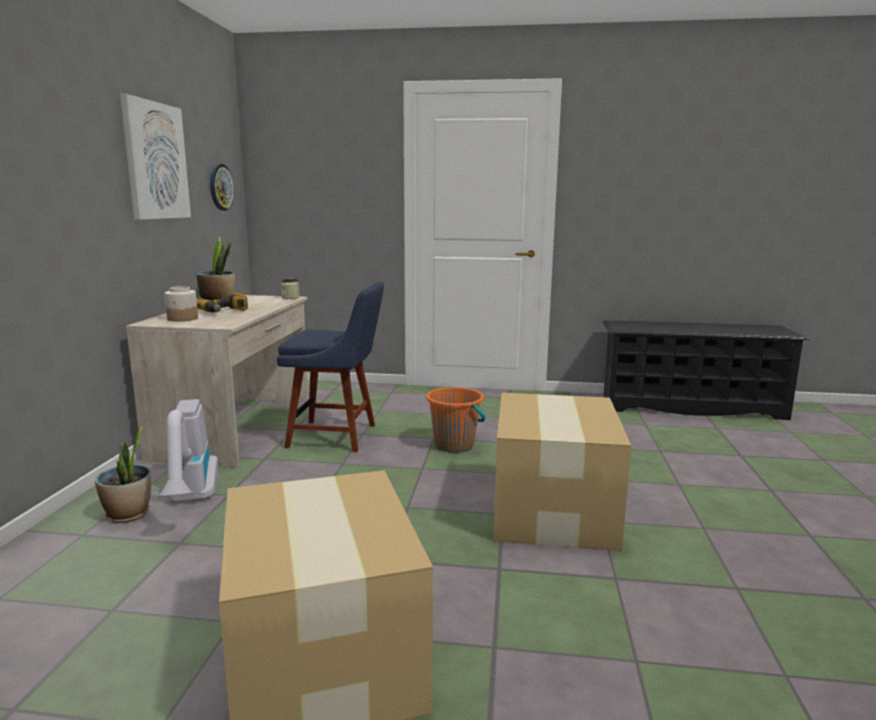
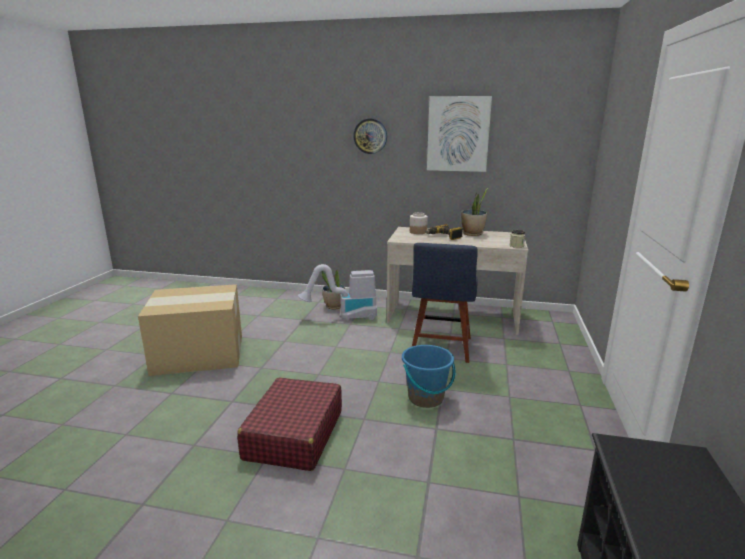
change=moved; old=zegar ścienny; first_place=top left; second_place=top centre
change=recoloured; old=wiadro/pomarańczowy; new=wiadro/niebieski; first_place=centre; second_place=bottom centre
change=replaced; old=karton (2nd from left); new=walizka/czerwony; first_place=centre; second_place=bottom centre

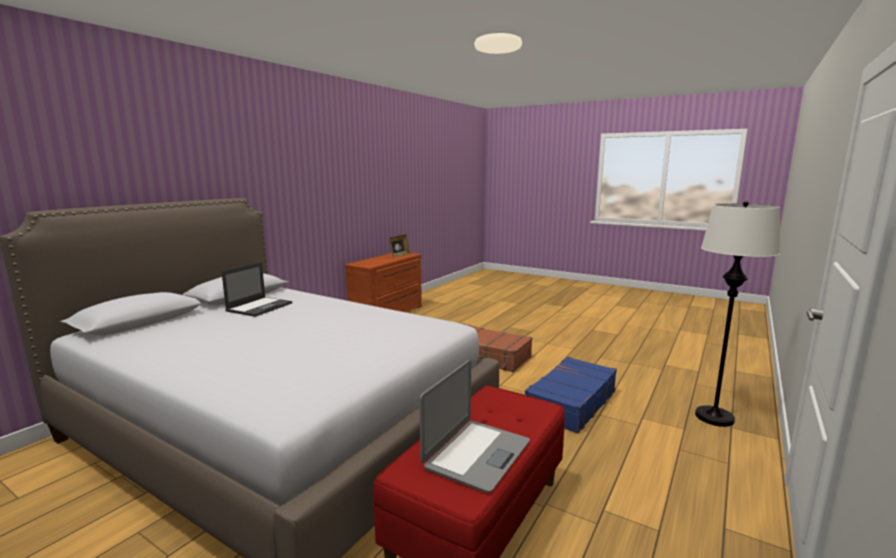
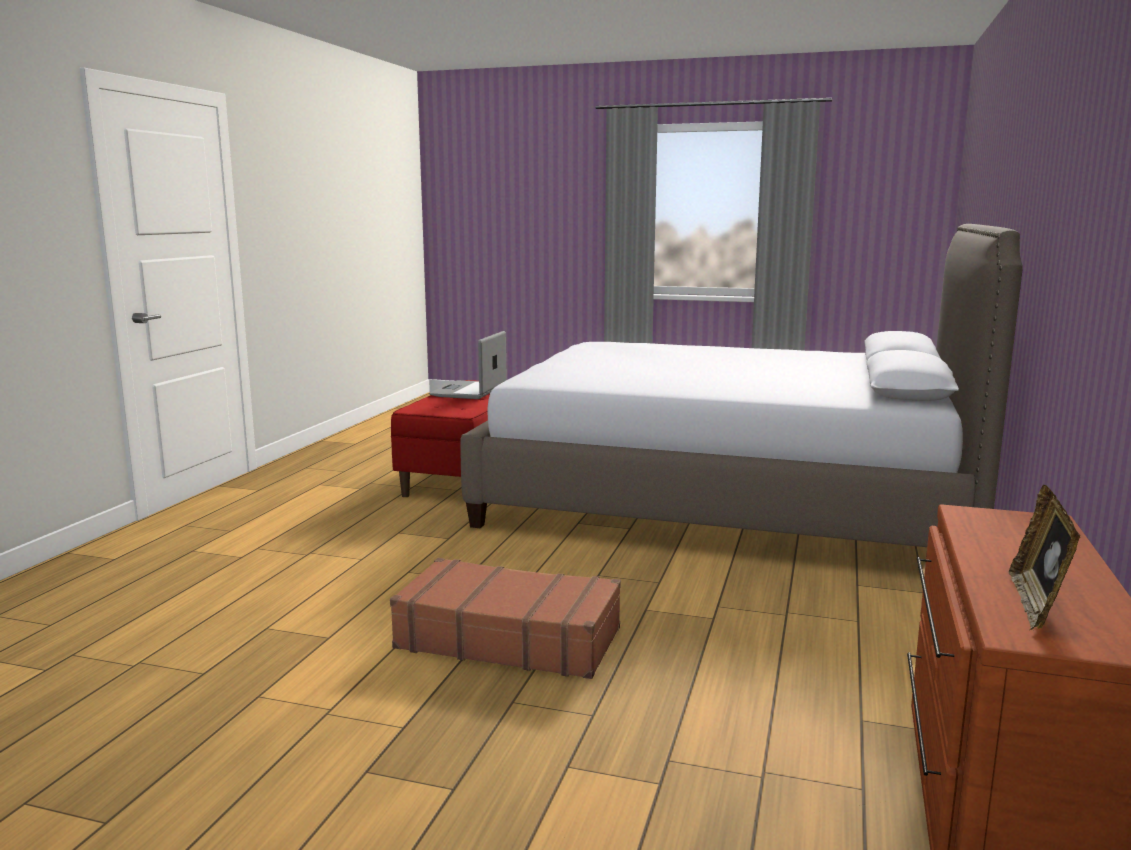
change=removed; old=lampa stojąca/biały; first_place=middle right
change=removed; old=laptop (1st from left); first_place=middle left
change=removed; old=walizka/niebieski; first_place=bottom centre

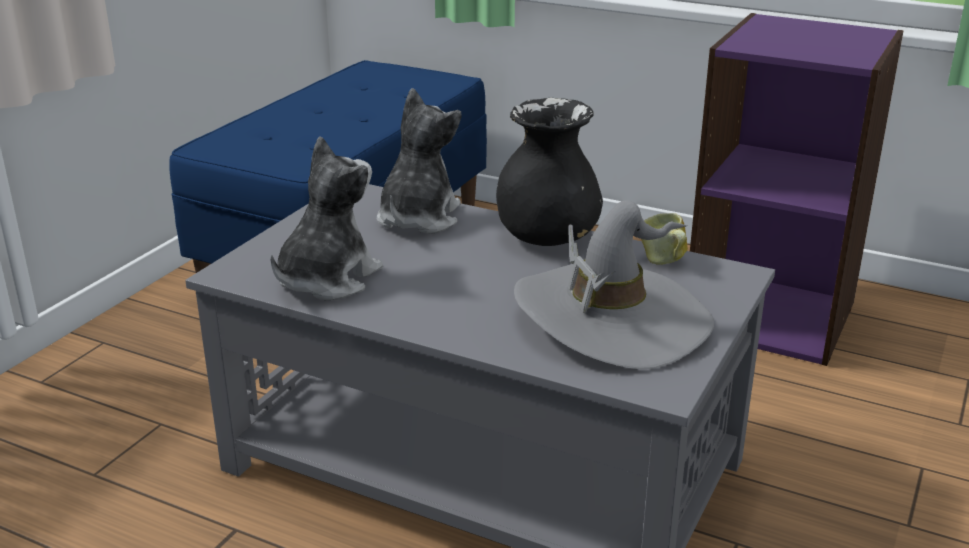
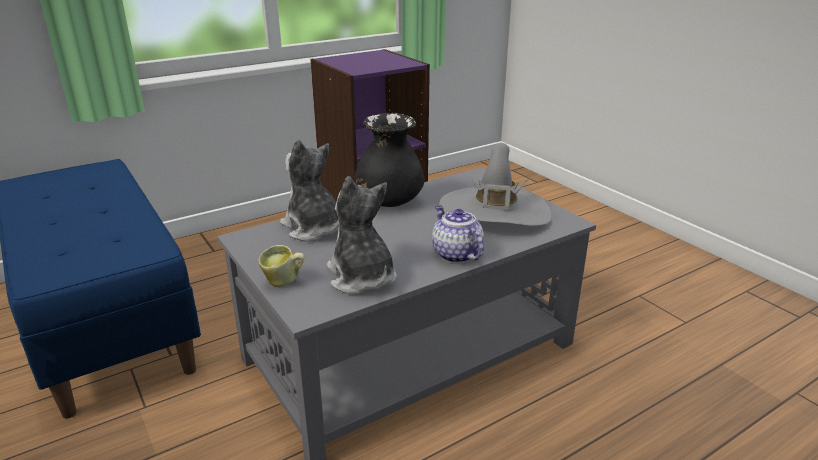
change=moved; old=kubek; first_place=middle right; second_place=centre
change=added; new=imbryk; second_place=centre

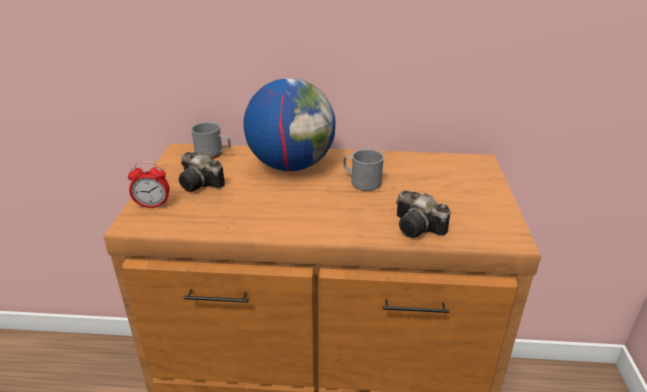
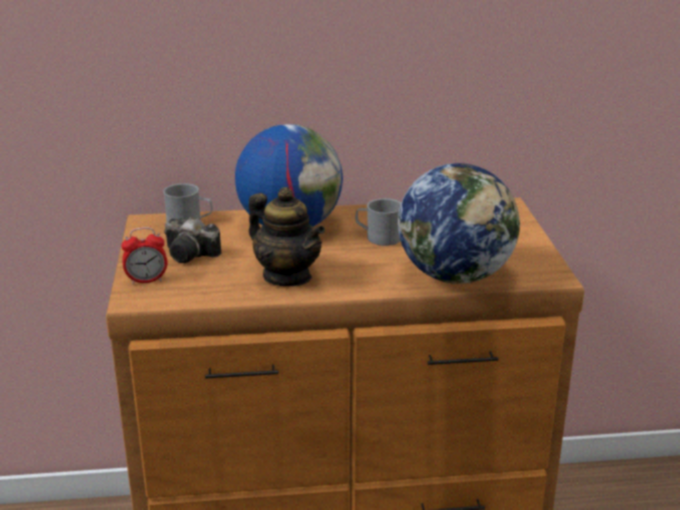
change=replaced; old=aparat fotograficzny (2nd from left); new=globus (2nd from left); first_place=centre; second_place=middle right
change=added; new=imbryk; second_place=centre

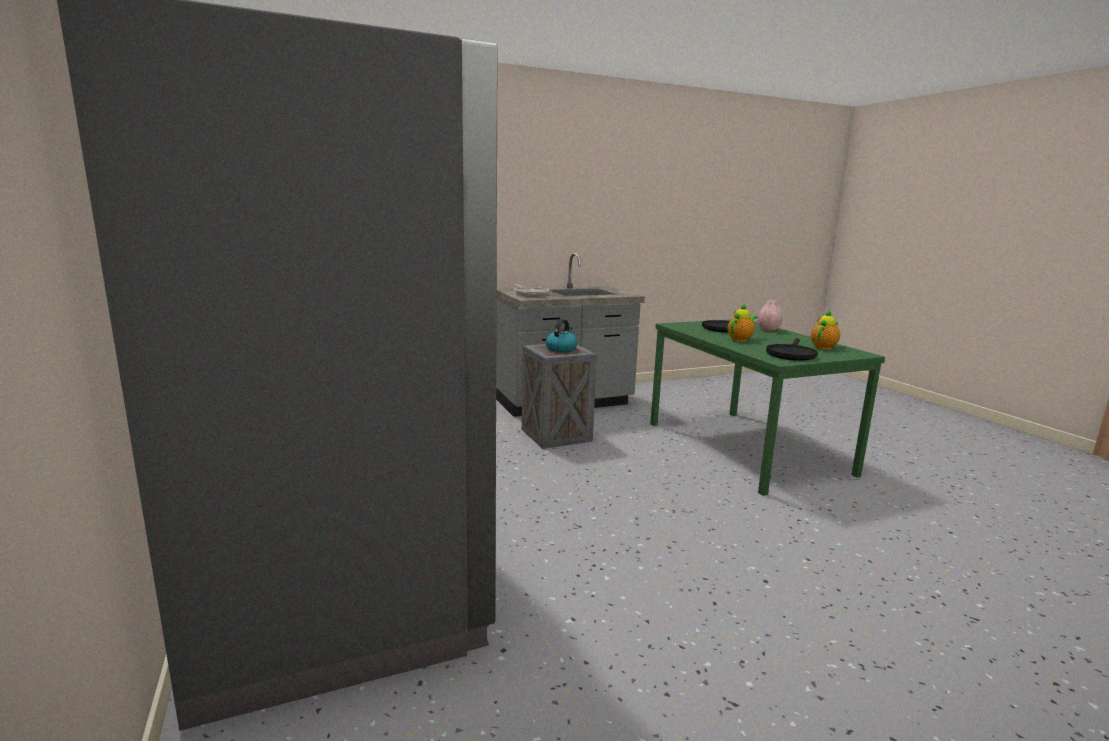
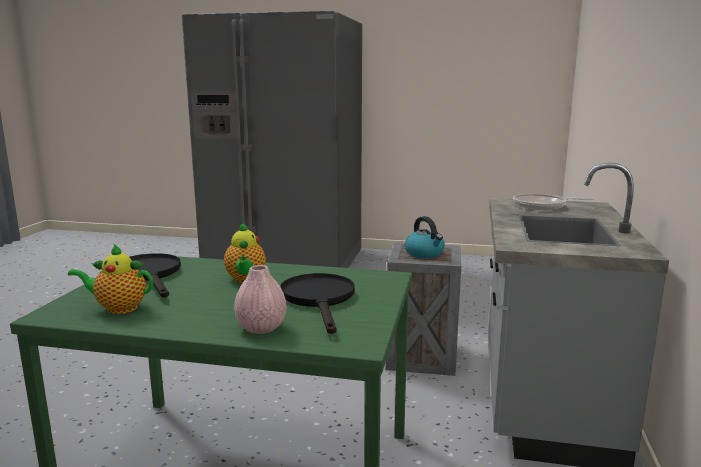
change=turned; old=imbryk (2nd from left in the first image); first_place=middle right; second_place=middle left; degrees=105

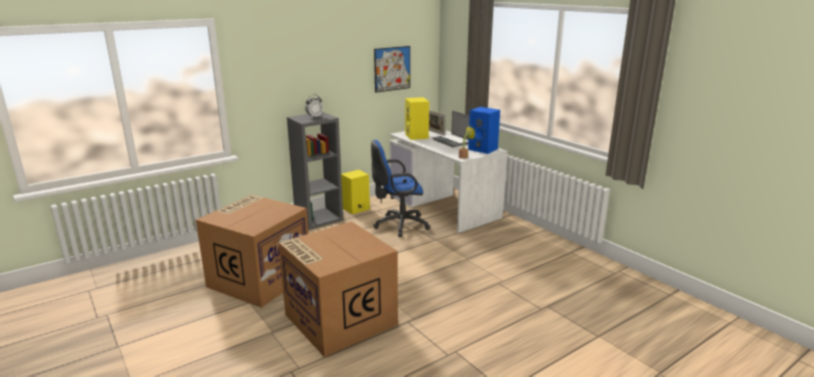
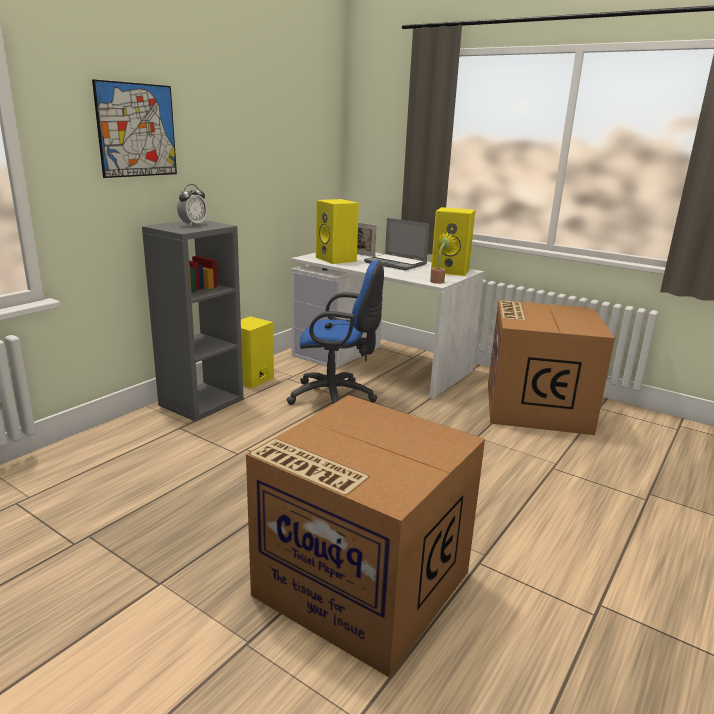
change=moved; old=obraz; first_place=top centre; second_place=top left
change=recoloured; old=głośnik/niebieski; new=głośnik/żółty (3rd from left); first_place=centre; second_place=centre
change=turned; old=krzesło biurowe/niebieski; first_place=centre; second_place=centre; degrees=-135
change=moved; old=karton (1st from left in the first image); new=karton (2nd from left); first_place=middle left; second_place=middle right

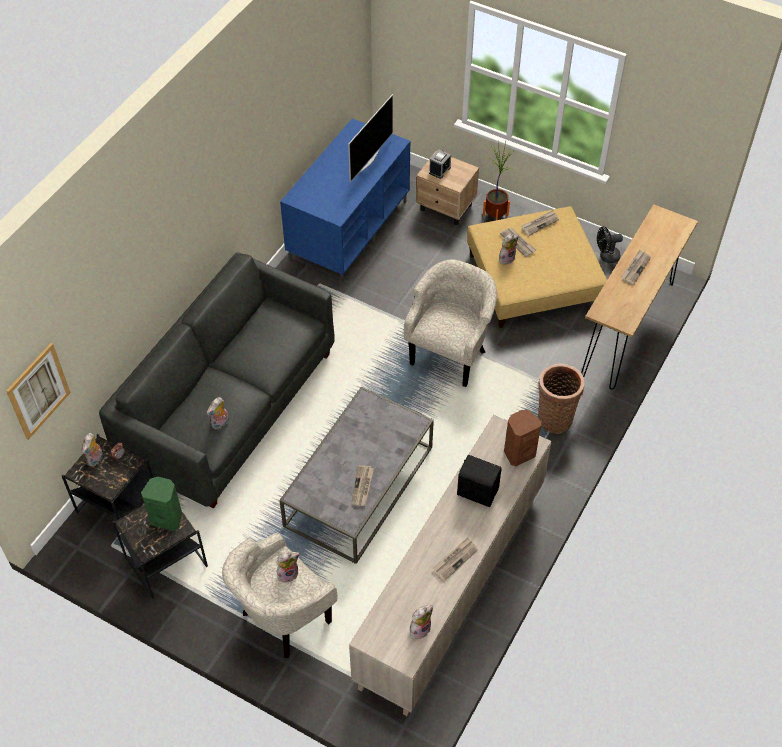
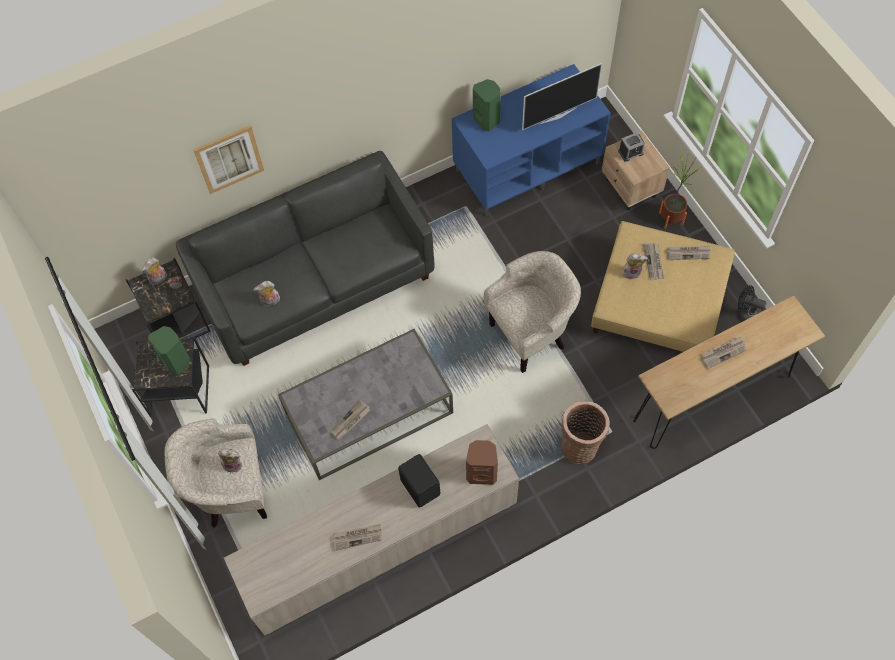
change=moved; old=obraz; first_place=middle left; second_place=top left
change=removed; old=pluszak (4th from left); first_place=bottom centre
change=added; new=głośnik/zielony (2nd from left); second_place=top centre

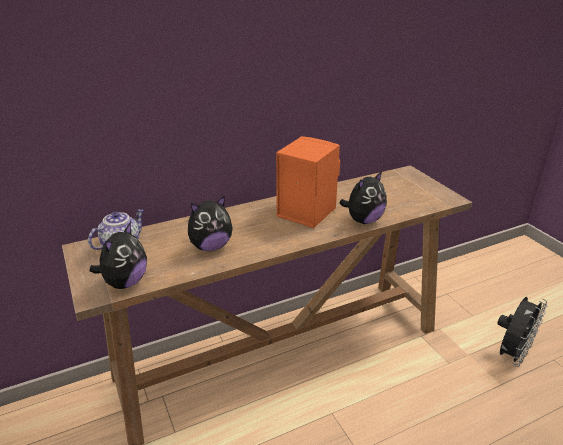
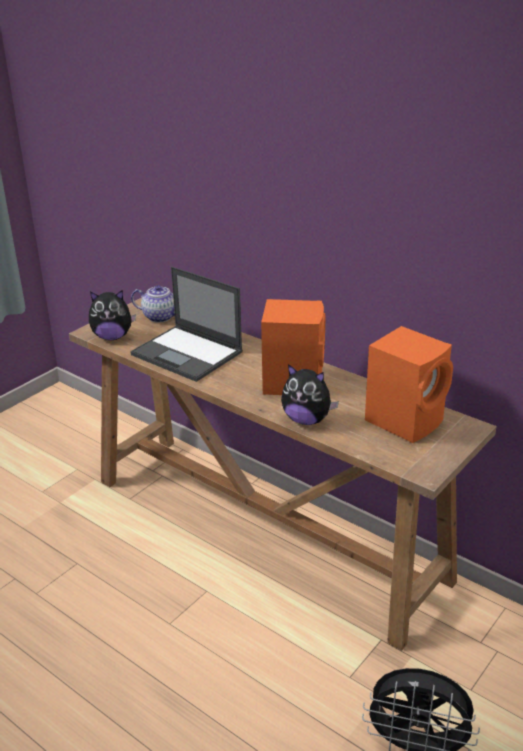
change=replaced; old=pluszak (2nd from left); new=laptop; first_place=centre; second_place=centre
change=added; new=głośnik/pomarańczowy (2nd from left); second_place=middle right

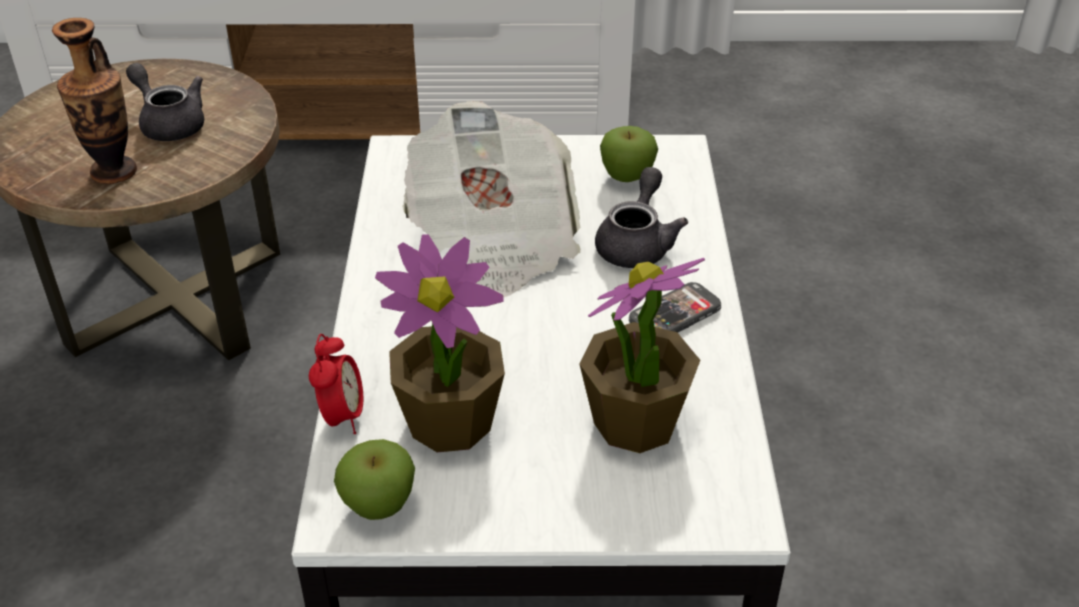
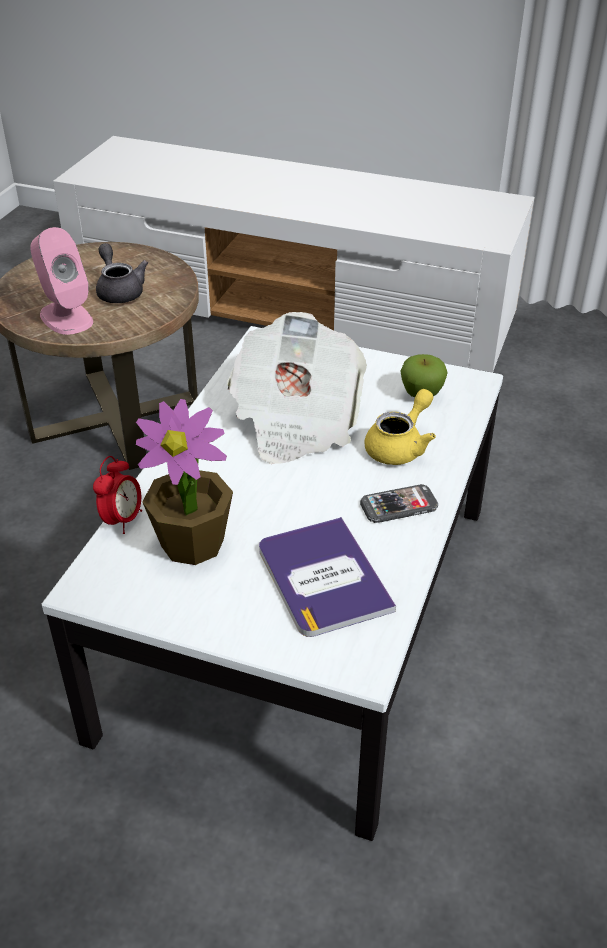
change=replaced; old=wazon; new=głośnik/różowy; first_place=top left; second_place=top left
change=recoloured; old=imbryk/szary (2nd from left); new=imbryk/żółty; first_place=centre; second_place=centre
change=replaced; old=roślina doniczkowa (2nd from left); new=książka; first_place=centre; second_place=centre
change=removed; old=jabłko (1st from left); first_place=bottom centre

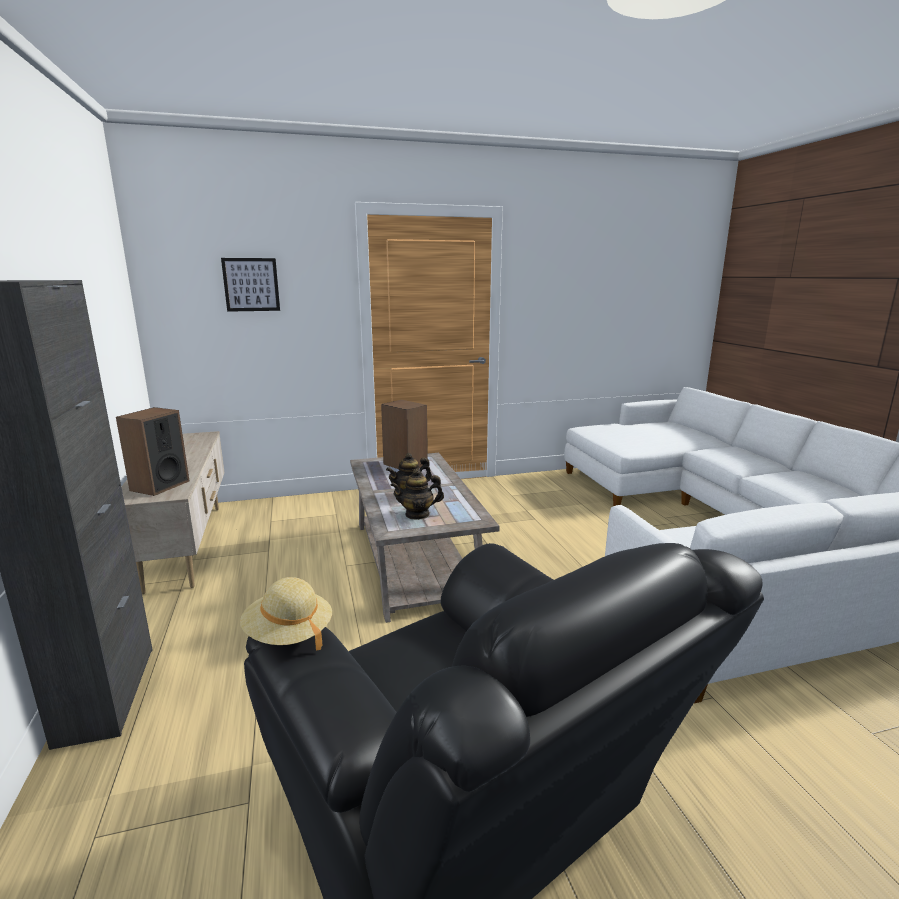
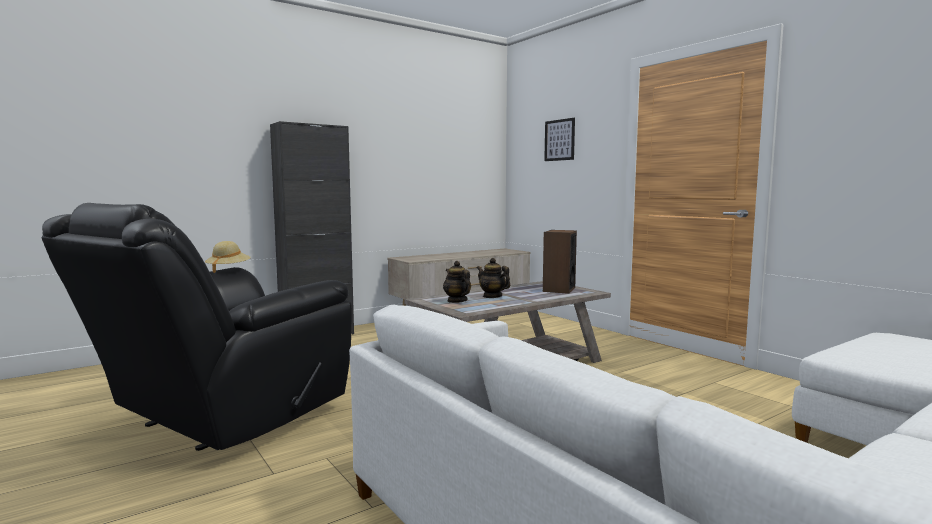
change=removed; old=głośnik (1st from left); first_place=middle left

